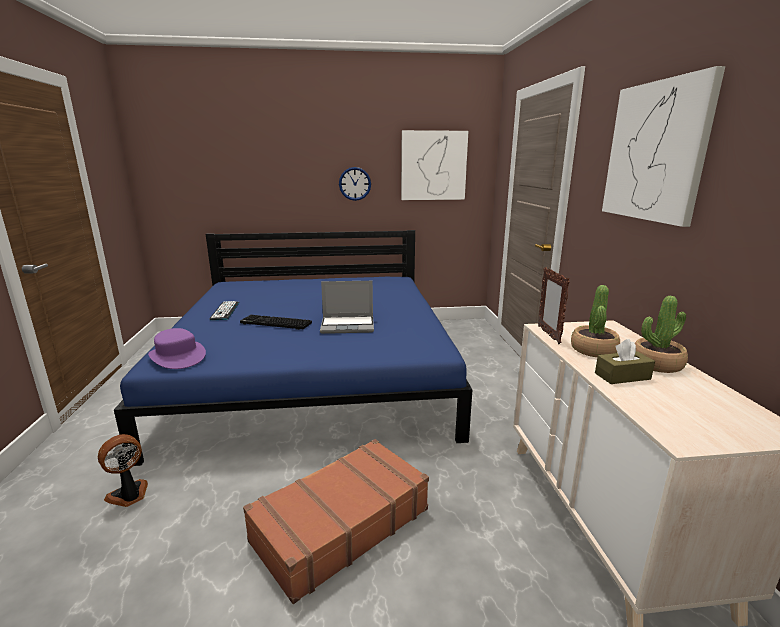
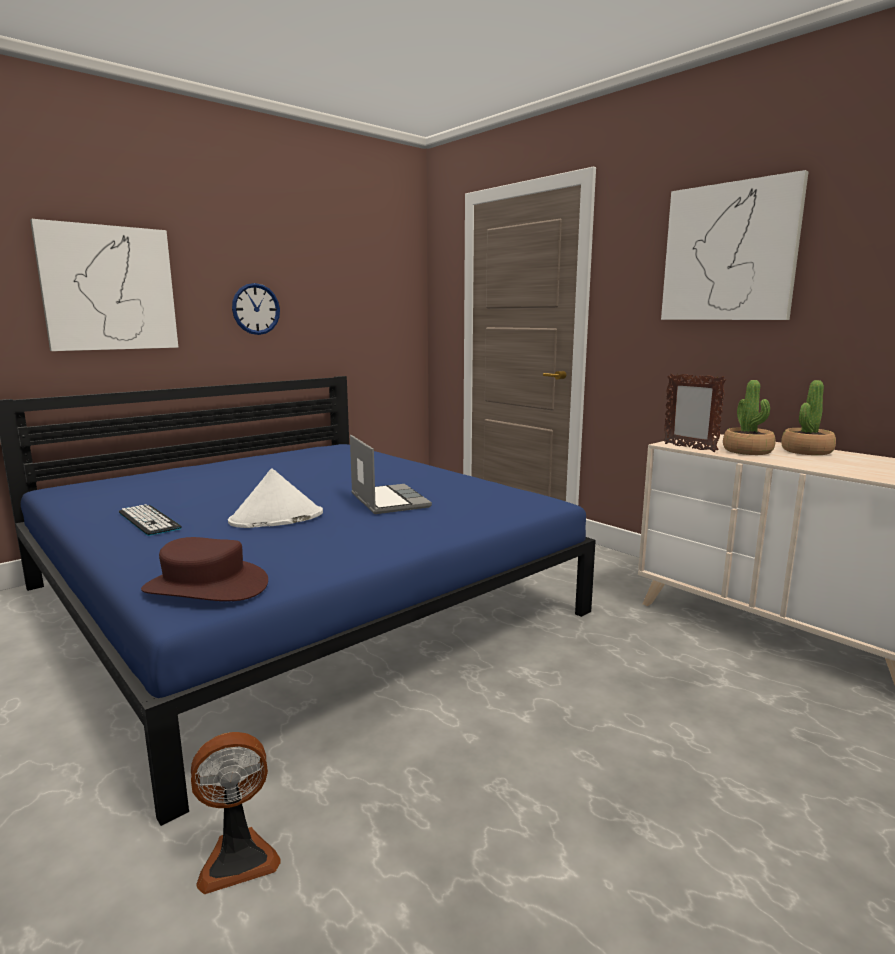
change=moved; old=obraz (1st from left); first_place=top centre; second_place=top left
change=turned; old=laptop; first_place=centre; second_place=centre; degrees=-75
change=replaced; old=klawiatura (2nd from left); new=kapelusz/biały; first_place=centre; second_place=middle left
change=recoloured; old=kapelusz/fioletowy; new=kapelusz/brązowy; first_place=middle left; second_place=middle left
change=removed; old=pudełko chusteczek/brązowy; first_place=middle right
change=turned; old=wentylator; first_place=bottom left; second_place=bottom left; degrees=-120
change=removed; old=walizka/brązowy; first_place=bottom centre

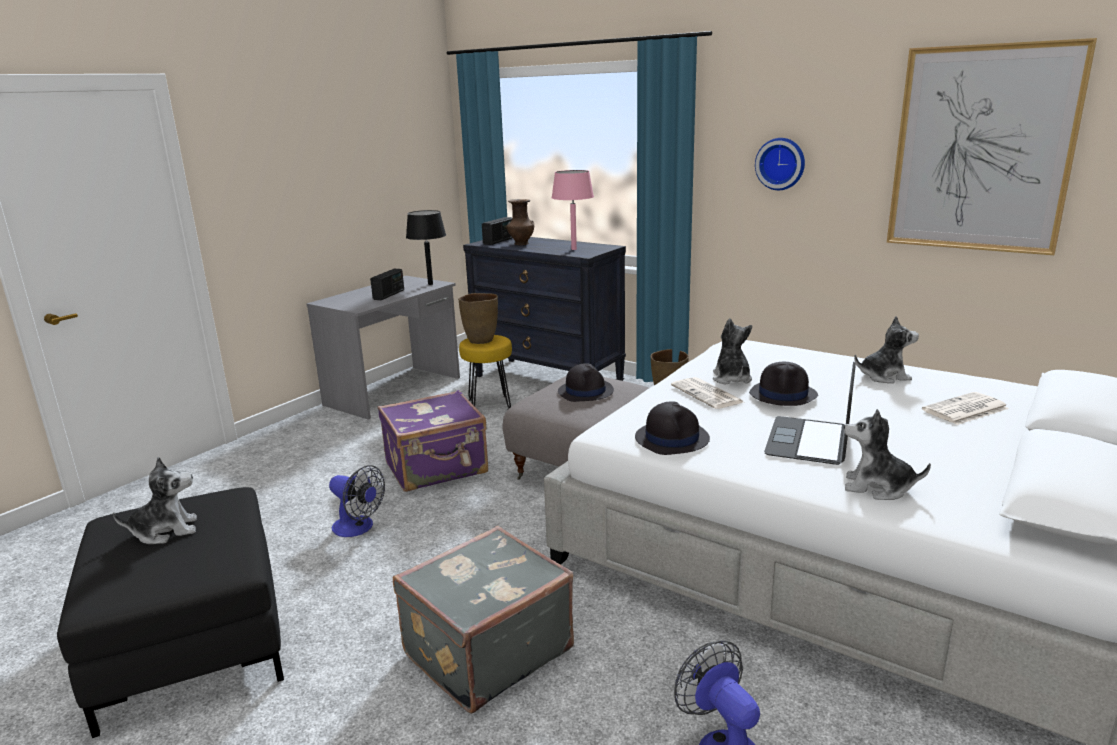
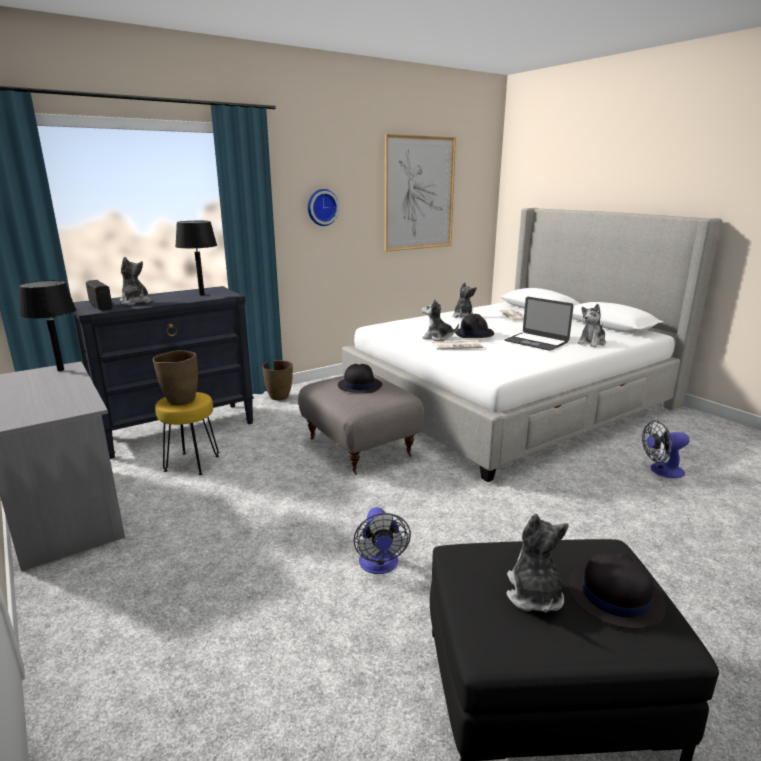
change=recoloured; old=lampa stołowa/różowy; new=lampa stołowa/czarny (2nd from left); first_place=top centre; second_place=middle left
change=replaced; old=wazon/brązowy (2nd from left); new=pluszak (1st from left); first_place=top centre; second_place=middle left
change=removed; old=radio (1st from left); first_place=centre
change=removed; old=walizka/fioletowy; first_place=centre
change=moved; old=kapelusz/czarny (2nd from left in the first image); new=kapelusz/czarny (3rd from left); first_place=centre; second_place=bottom right
change=turned; old=wentylator (1st from left); first_place=bottom left; second_place=bottom centre; degrees=120
change=removed; old=walizka/szary; first_place=bottom centre

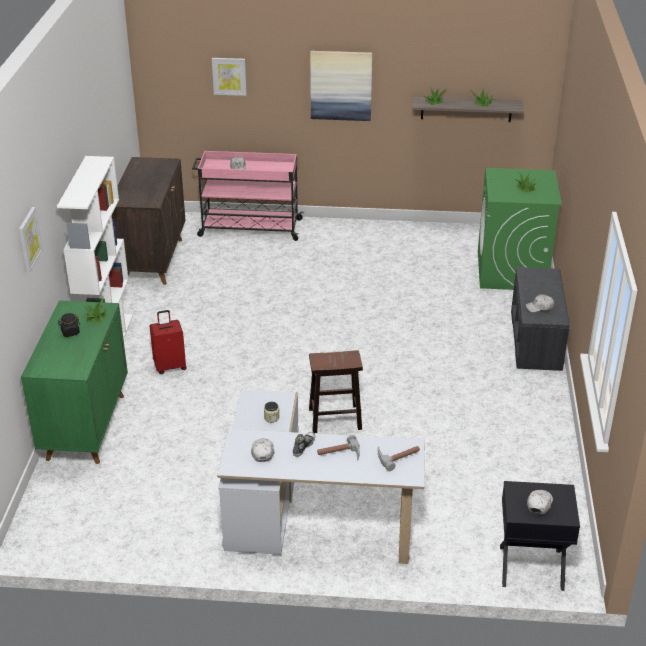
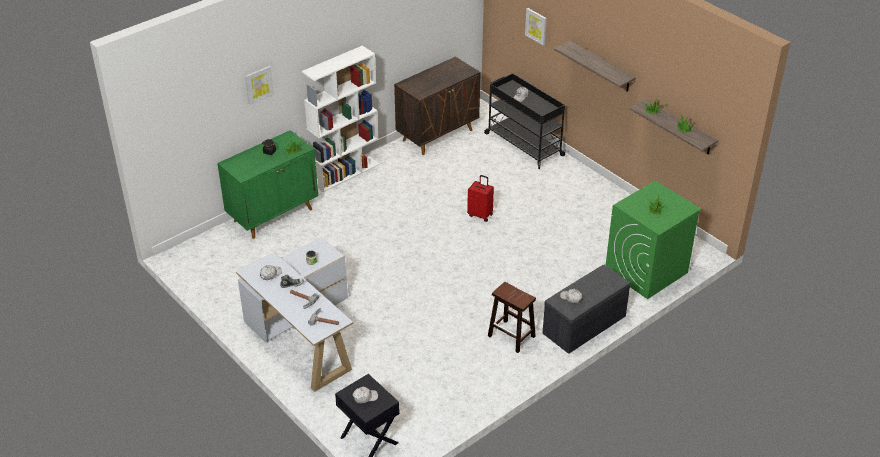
change=replaced; old=obraz (3rd from left); new=półka (1st from left); first_place=top centre; second_place=top right
change=recoloured; old=wózek/różowy; new=wózek/czarny; first_place=top centre; second_place=top centre
change=moved; old=walizka/czerwony; first_place=middle left; second_place=centre
change=moved; old=stołek/brązowy; first_place=centre; second_place=bottom centre

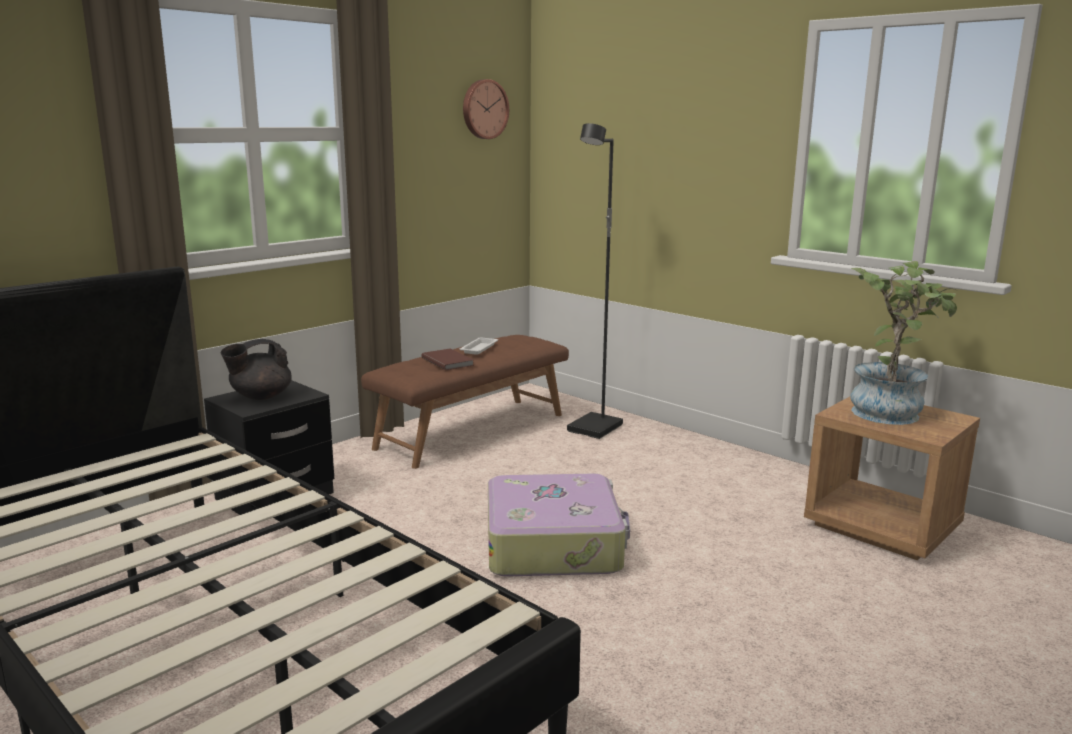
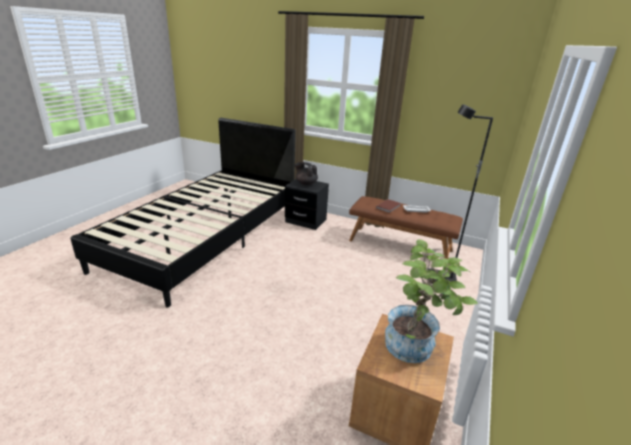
change=removed; old=zegar ścienny; first_place=top centre
change=removed; old=walizka; first_place=bottom centre

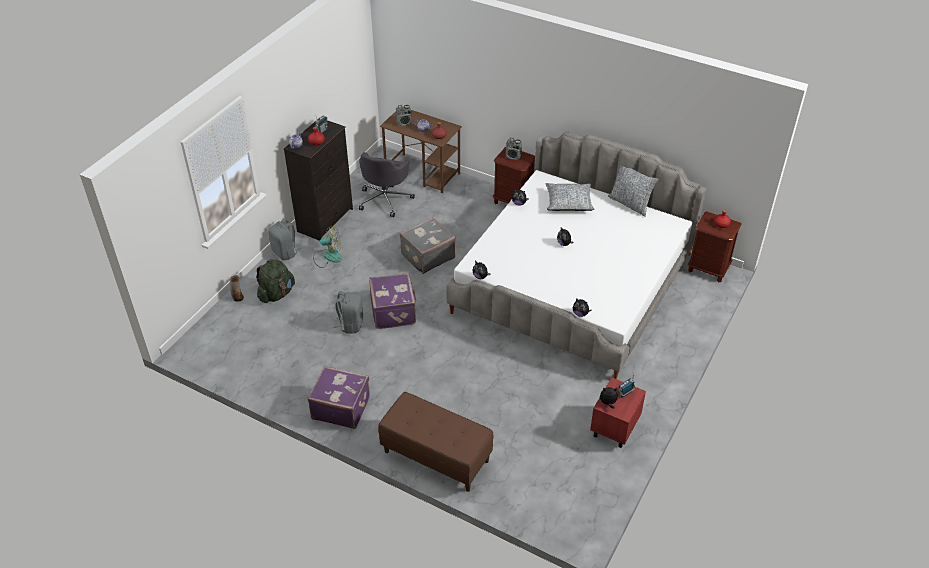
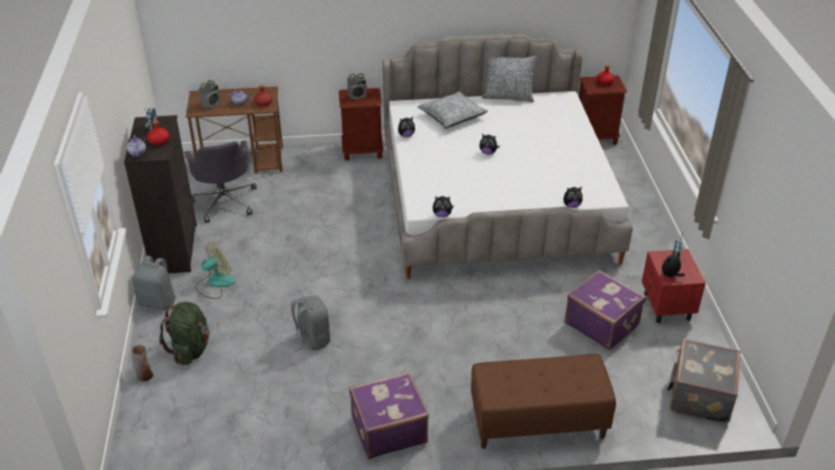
change=moved; old=walizka/szary; first_place=centre; second_place=bottom right
change=moved; old=walizka/fioletowy (2nd from left); first_place=centre; second_place=middle right

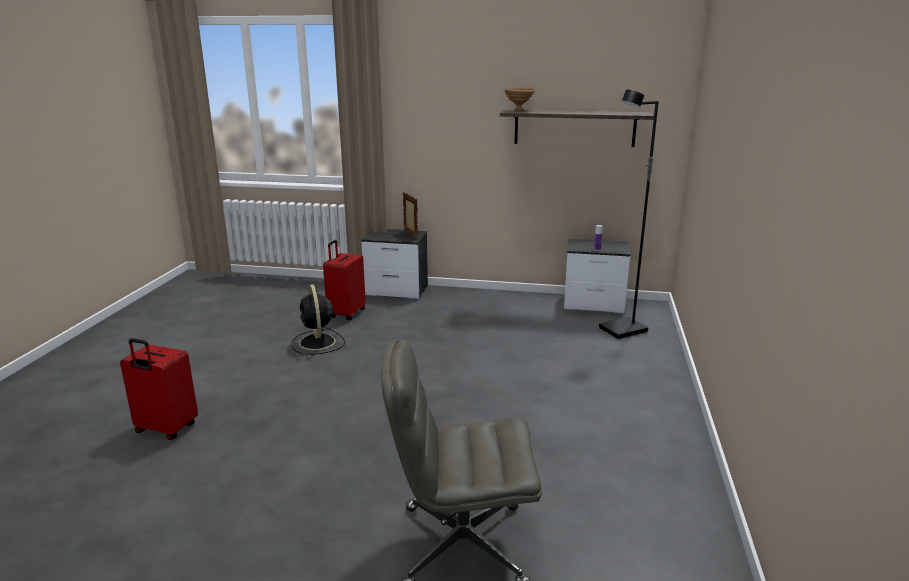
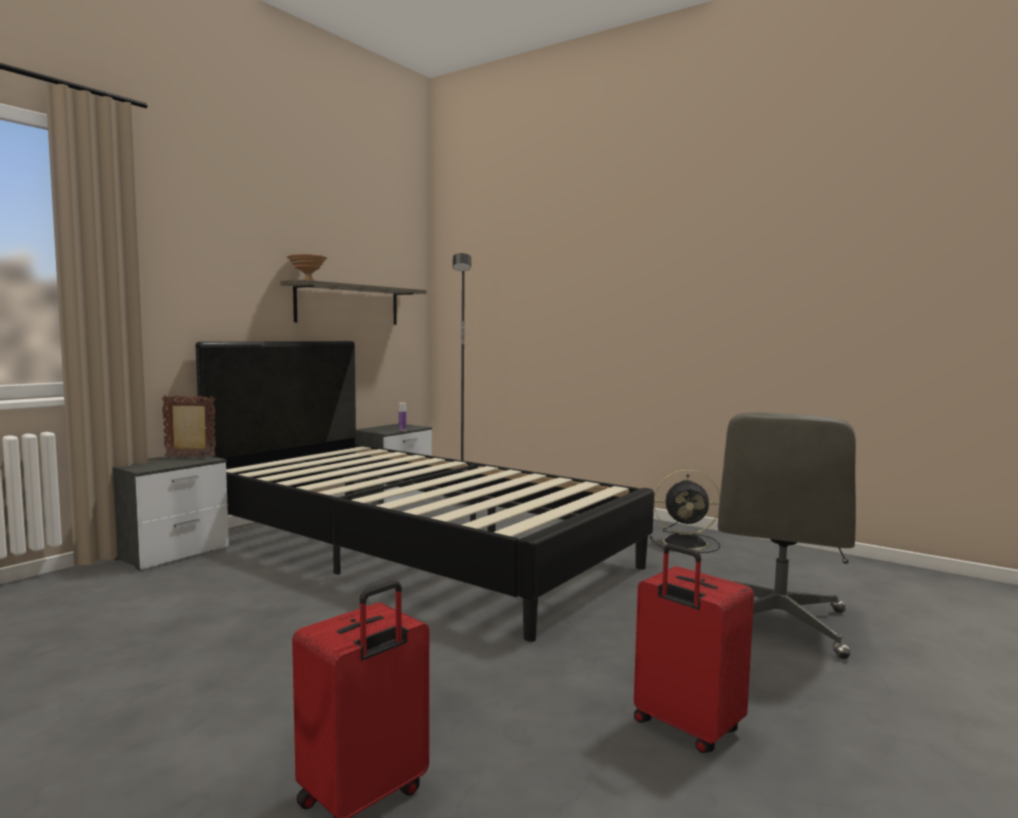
change=moved; old=walizka/czerwony (2nd from left); first_place=centre; second_place=bottom right
change=moved; old=wentylator/czarny; first_place=centre; second_place=middle right
change=added; new=łóżko/czarny; second_place=centre

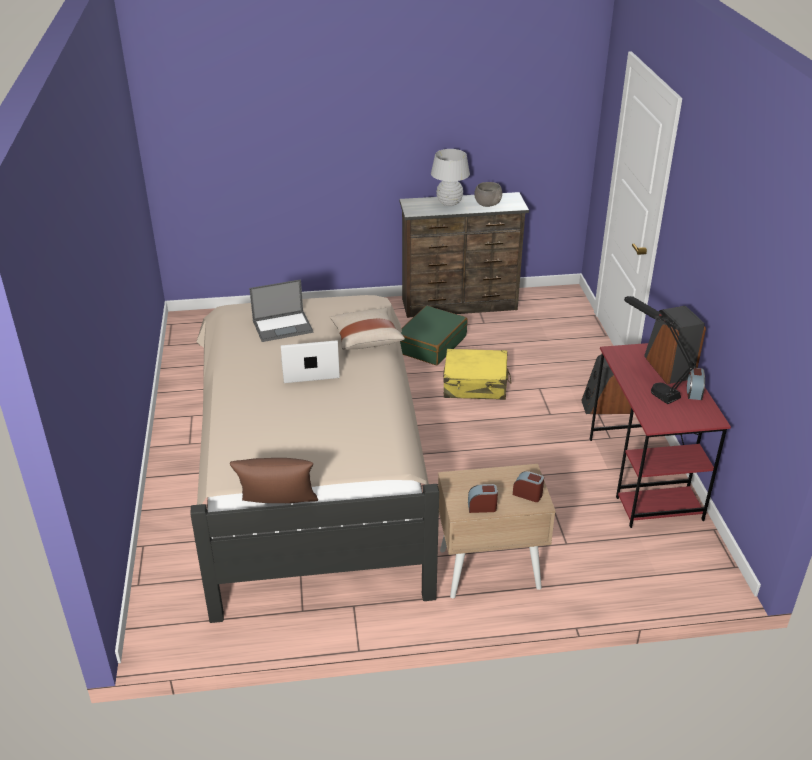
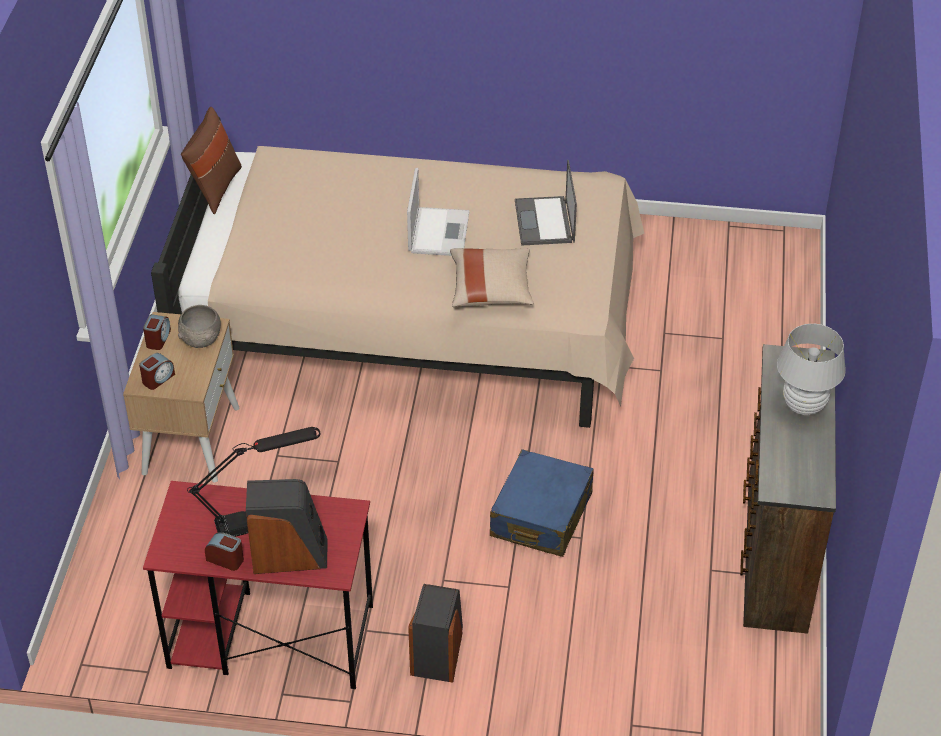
change=moved; old=miska/szary; first_place=top centre; second_place=middle left
change=removed; old=walizka/zielony; first_place=centre
change=recoloured; old=walizka/żółty; new=walizka/niebieski; first_place=centre; second_place=bottom centre

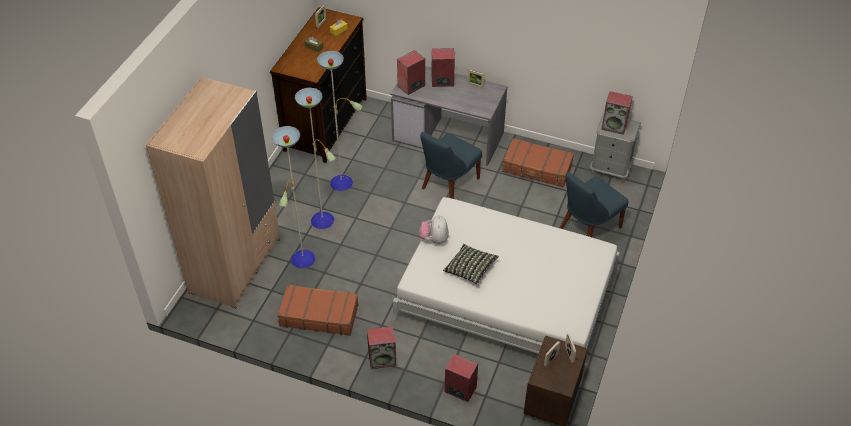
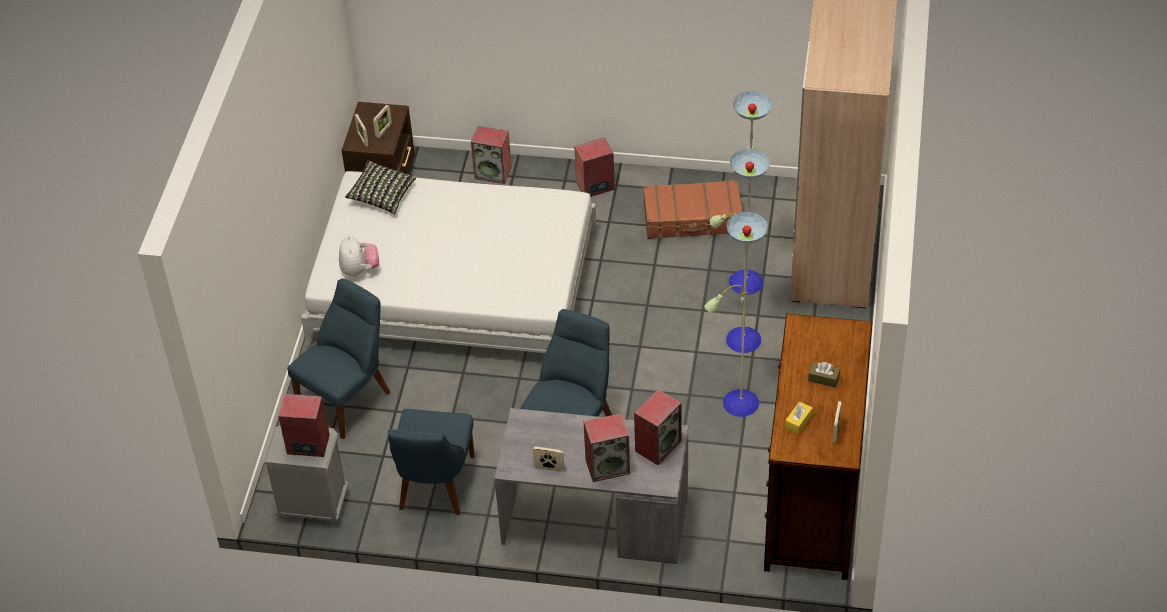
change=replaced; old=walizka/brązowy (2nd from left); new=krzesło/niebieski (2nd from left); first_place=centre; second_place=bottom centre
change=moved; old=pluszak; first_place=centre; second_place=middle left
change=moved; old=poduszka; first_place=centre; second_place=top left

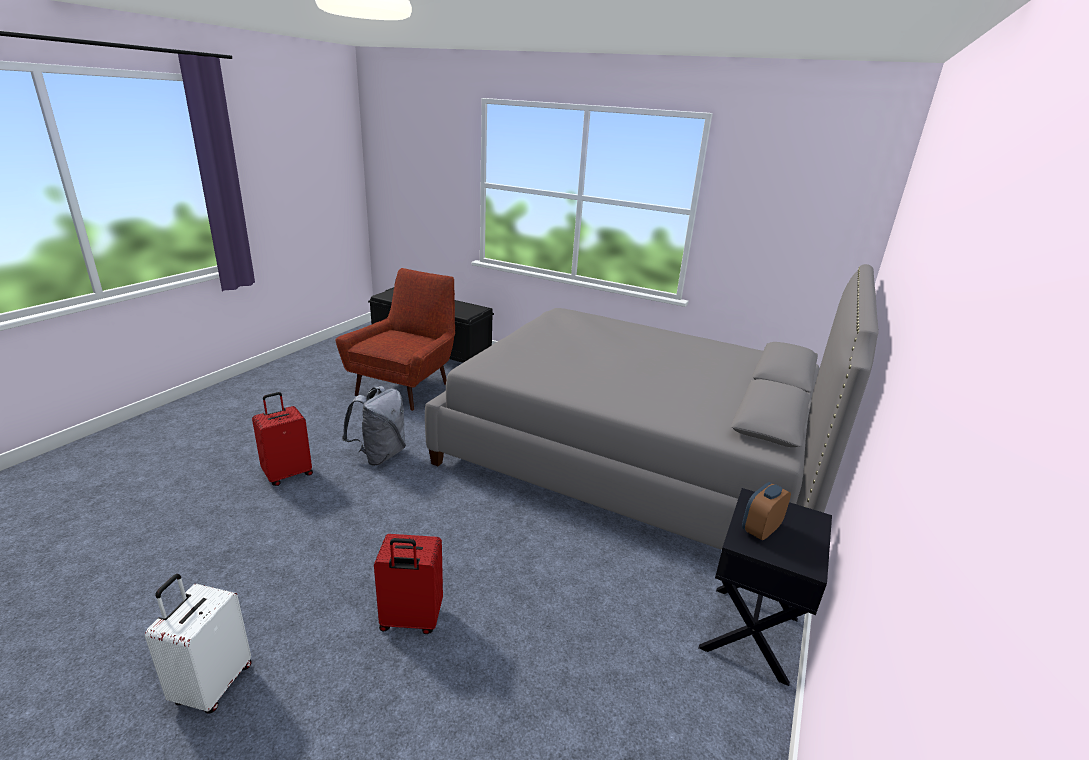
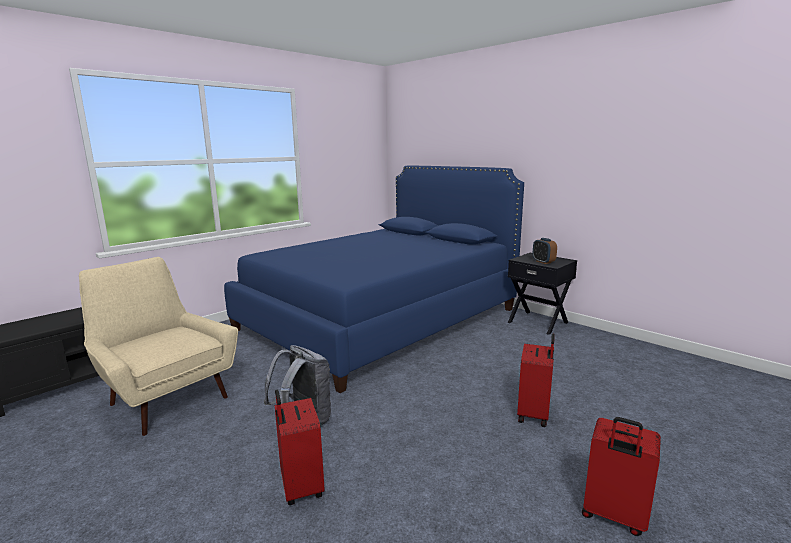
change=recoloured; old=łóżko/szary; new=łóżko/niebieski; first_place=centre; second_place=centre
change=recoloured; old=fotel/czerwony; new=fotel/beżowy; first_place=centre; second_place=middle left
change=recoloured; old=walizka/biały; new=walizka/czerwony (3rd from left); first_place=bottom left; second_place=bottom right

